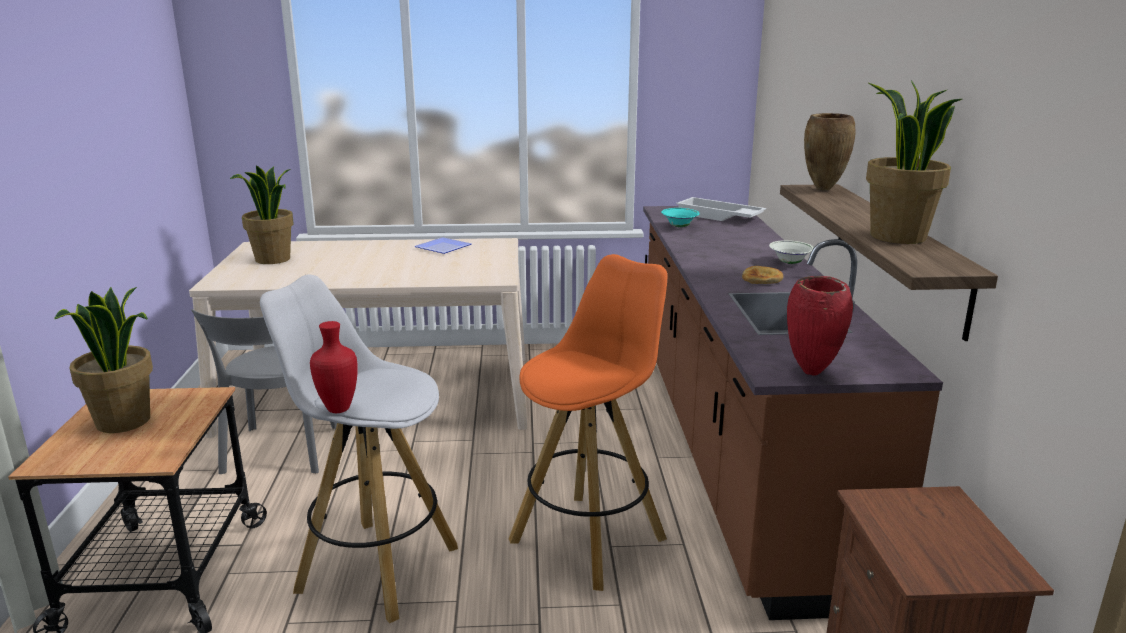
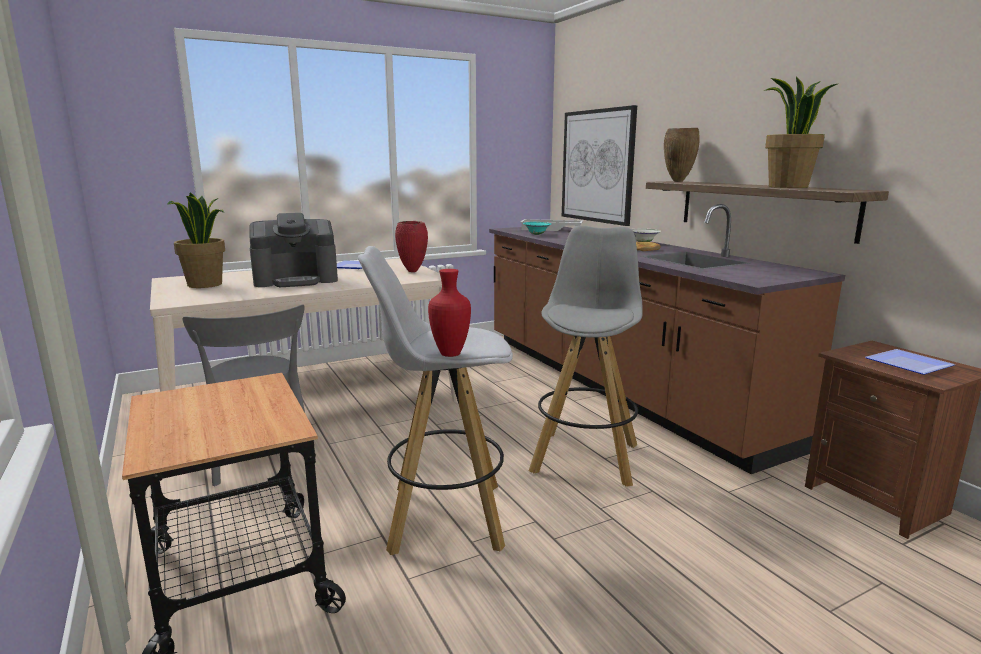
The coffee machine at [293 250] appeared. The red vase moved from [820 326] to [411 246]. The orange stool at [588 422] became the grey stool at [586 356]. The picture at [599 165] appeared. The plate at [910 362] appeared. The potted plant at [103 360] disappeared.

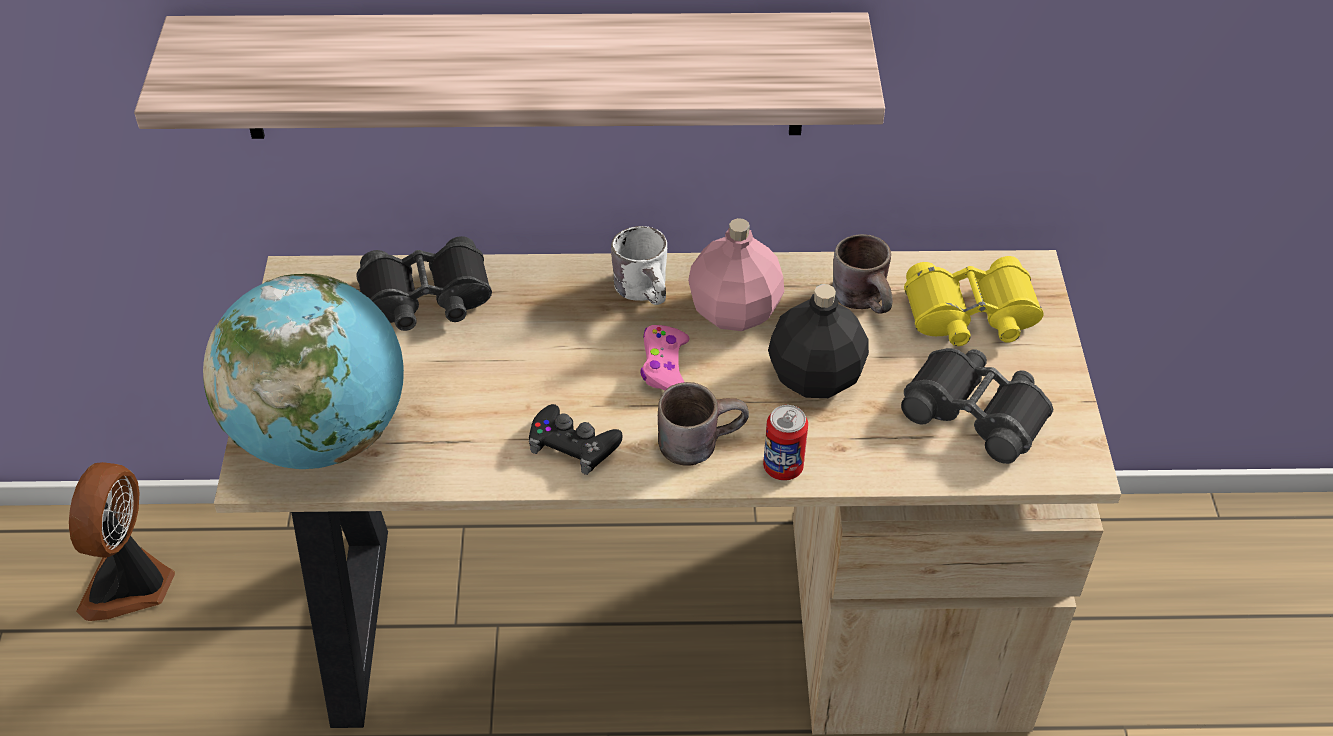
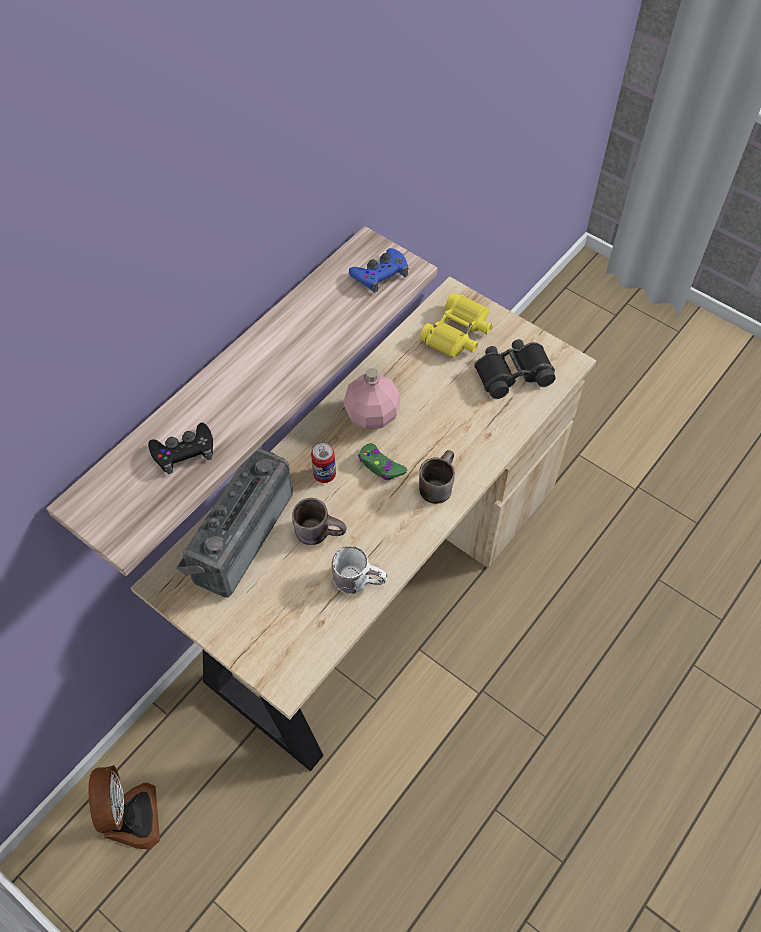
The fan at [122 541] turned 150 degrees counterclockwise. The black game controller moved from [575 439] to [180 448]. The black binoculars at [424 283] was replaced by the radio at [234 523]. The brown mug moved from [862 274] to [319 521]. The can moved from [785 443] to [323 463]. The white mug moved from [639 265] to [359 570]. The blue game controller at [379 270] appeared. The pink game controller at [665 358] became the green game controller at [382 461]. The globe at [303 371] disappeared. The black bottle at [818 341] disappeared.

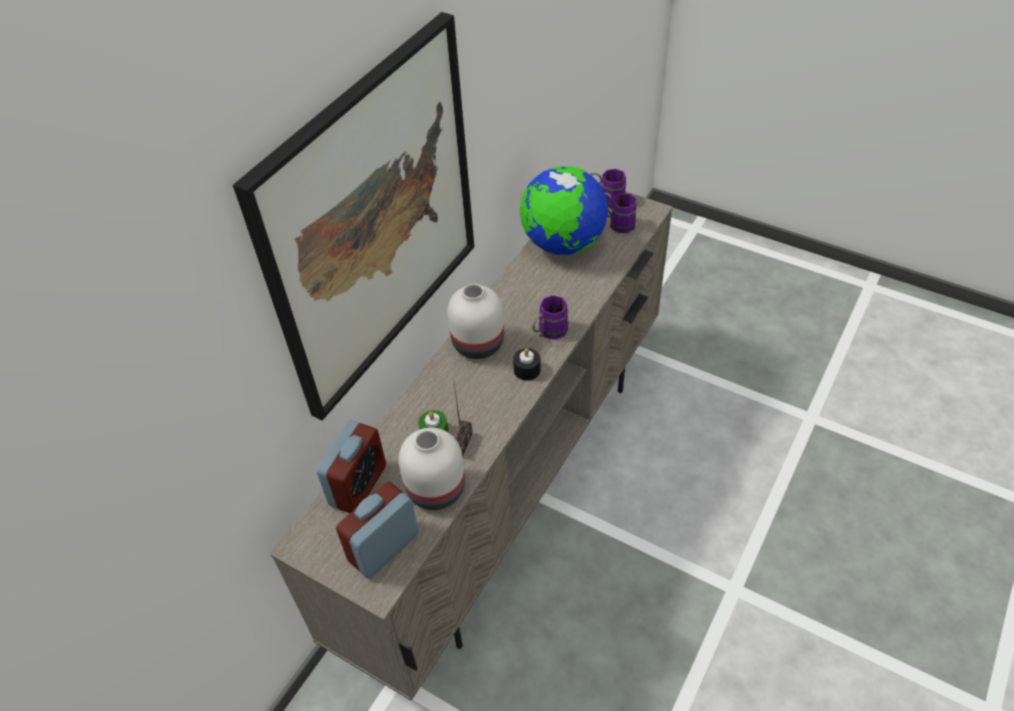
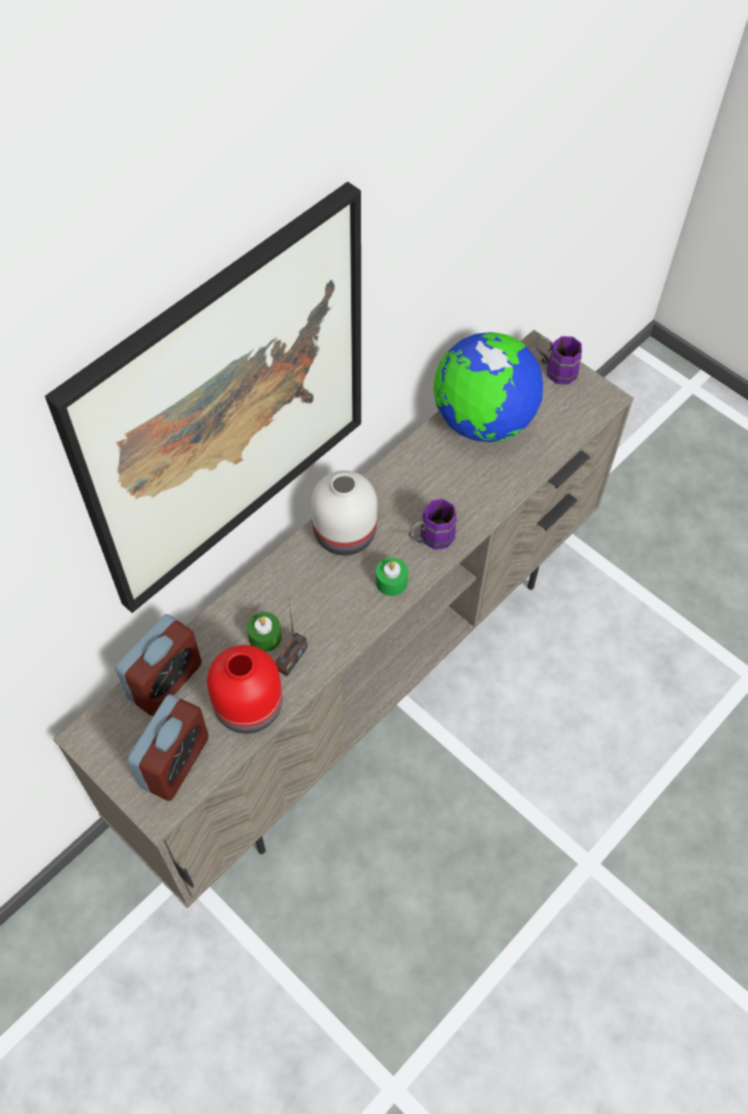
The alarm clock at [377 530] turned 150 degrees clockwise. The white vase at [432 469] became the red vase at [244 689]. The black candle at [527 364] became the green candle at [392 576]. The purple mug at [621 213] disappeared.

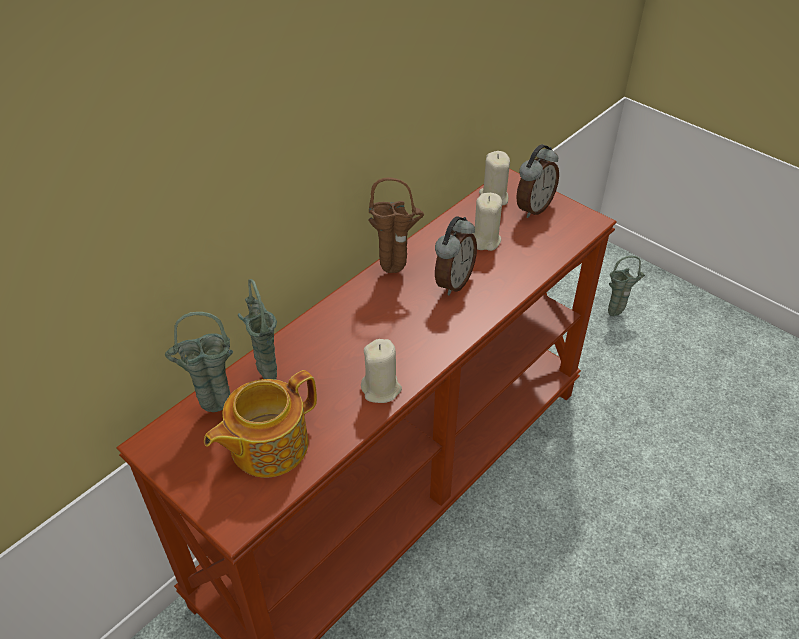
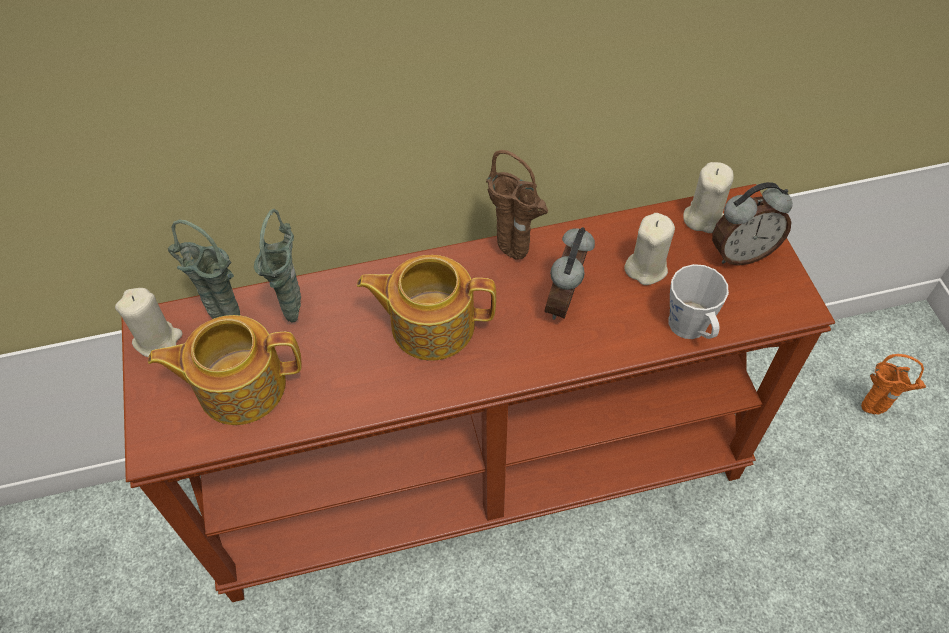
The beige candle moved from [381 371] to [149 322]. The teapot at [426 308] appeared. The alarm clock at [456 256] turned 135 degrees clockwise. The grey mug at [698 301] appeared. The green vase at [626 286] became the orange vase at [893 384].

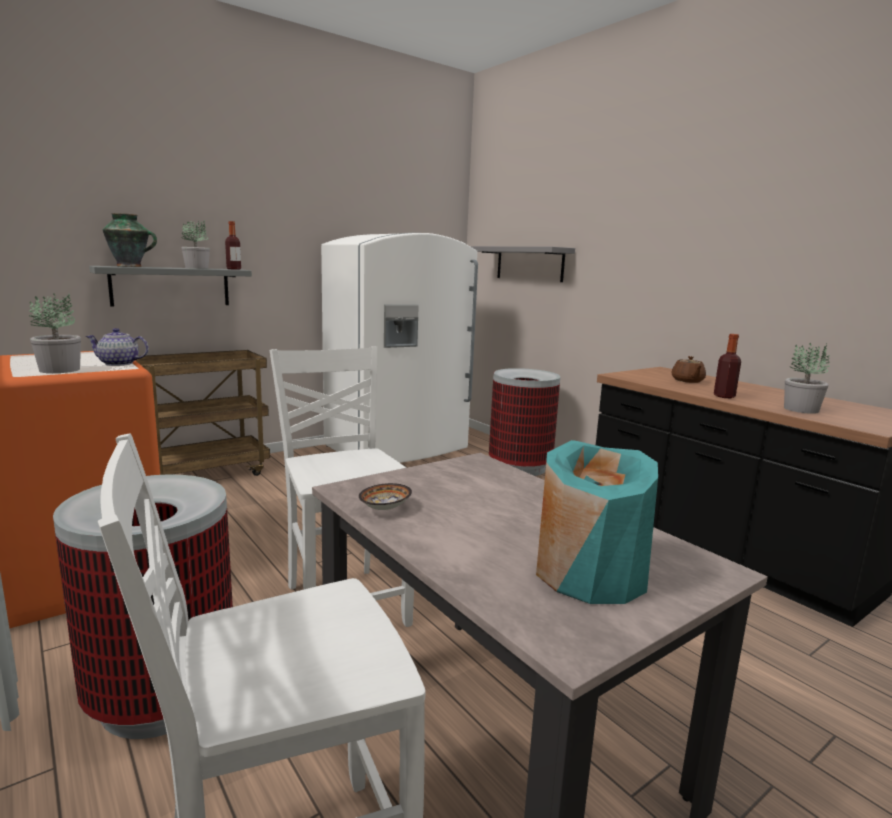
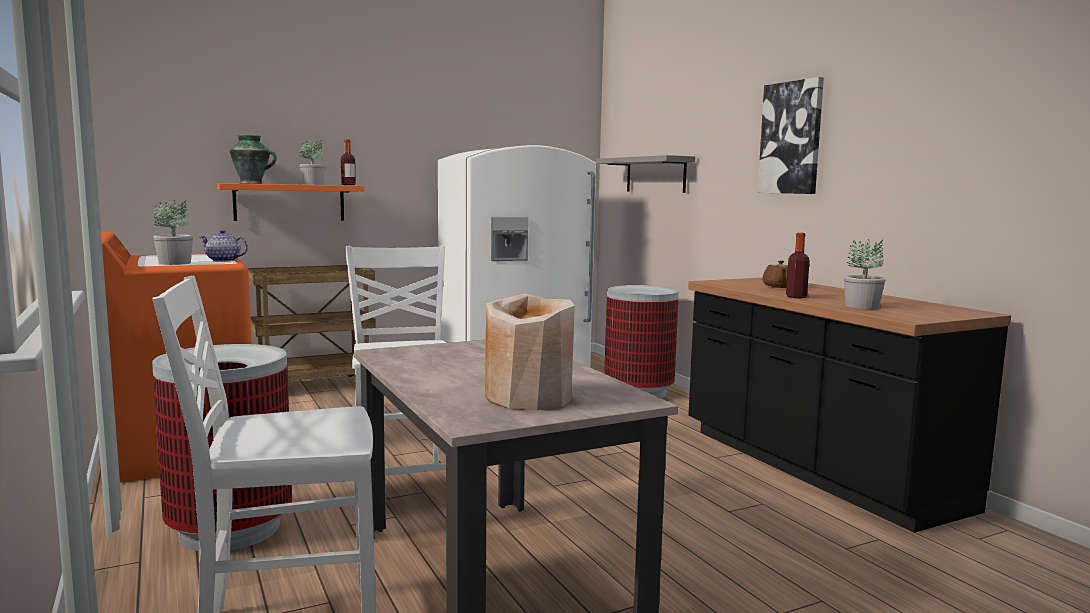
The grey shelf at [170 286] became the orange shelf at [290 202]. The turquoise vase at [597 522] became the beige vase at [530 351]. The picture at [791 135] appeared. The bowl at [385 496] disappeared.

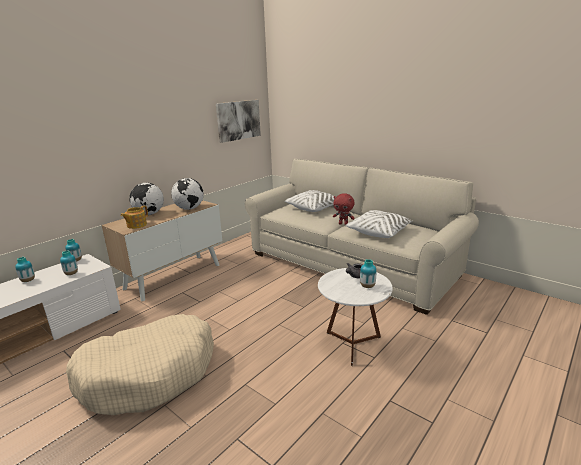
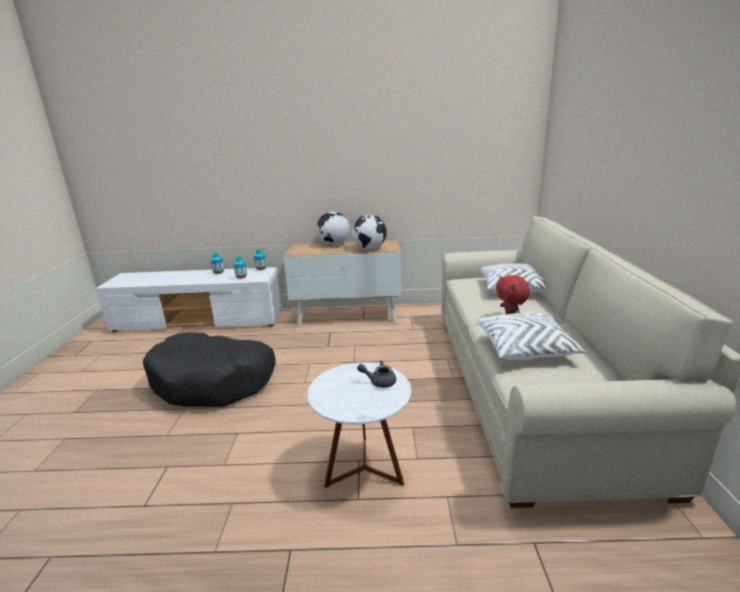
The beige dog bed at [140 364] became the black dog bed at [209 369]. The teapot at [134 217] disappeared. The picture at [238 121] disappeared. The vase at [368 273] disappeared.

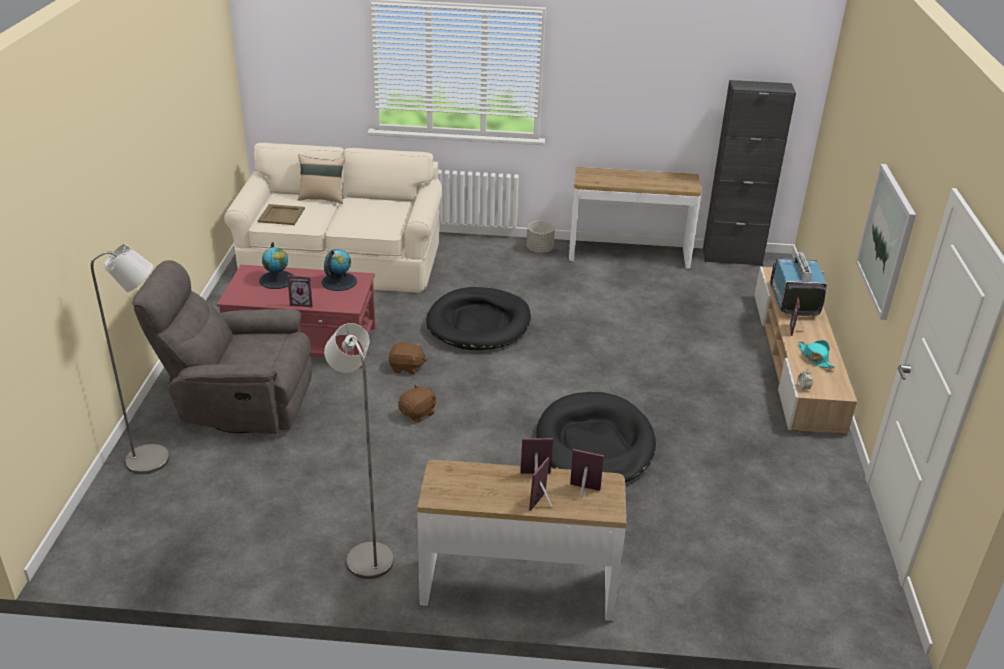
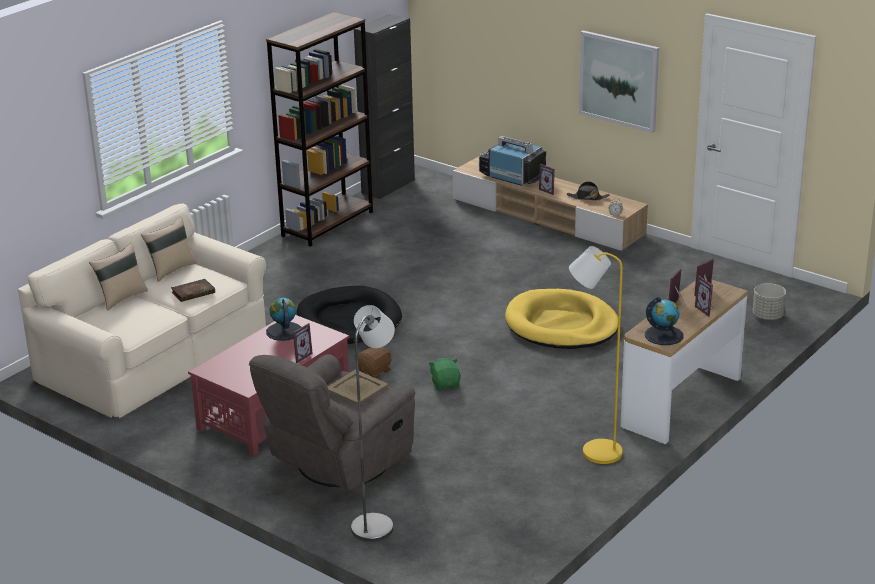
The beige pillow at [169 249] appeared. The book at [193 290] appeared. The console table at [635 218] was replaced by the brown bookcase at [319 129]. The beige tray moved from [281 214] to [358 387]. The brown plush toy at [417 403] became the green plush toy at [444 374]. The black dog bed at [596 437] became the yellow dog bed at [561 319]. The turquoise hat at [817 354] became the black hat at [588 190]. The grey floor lamp at [359 451] became the yellow floor lamp at [596 355]. The globe moved from [276 265] to [664 321]. The grey planter moved from [541 237] to [769 301].

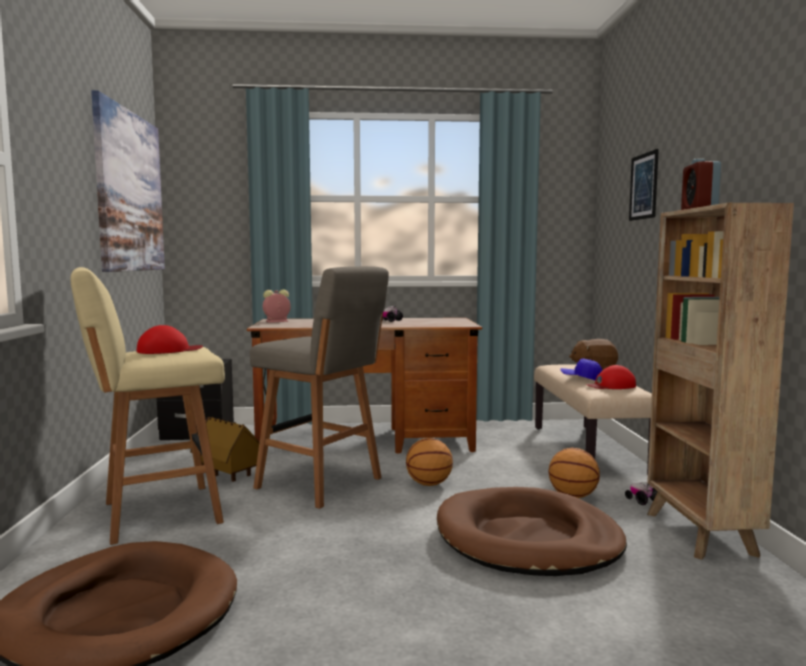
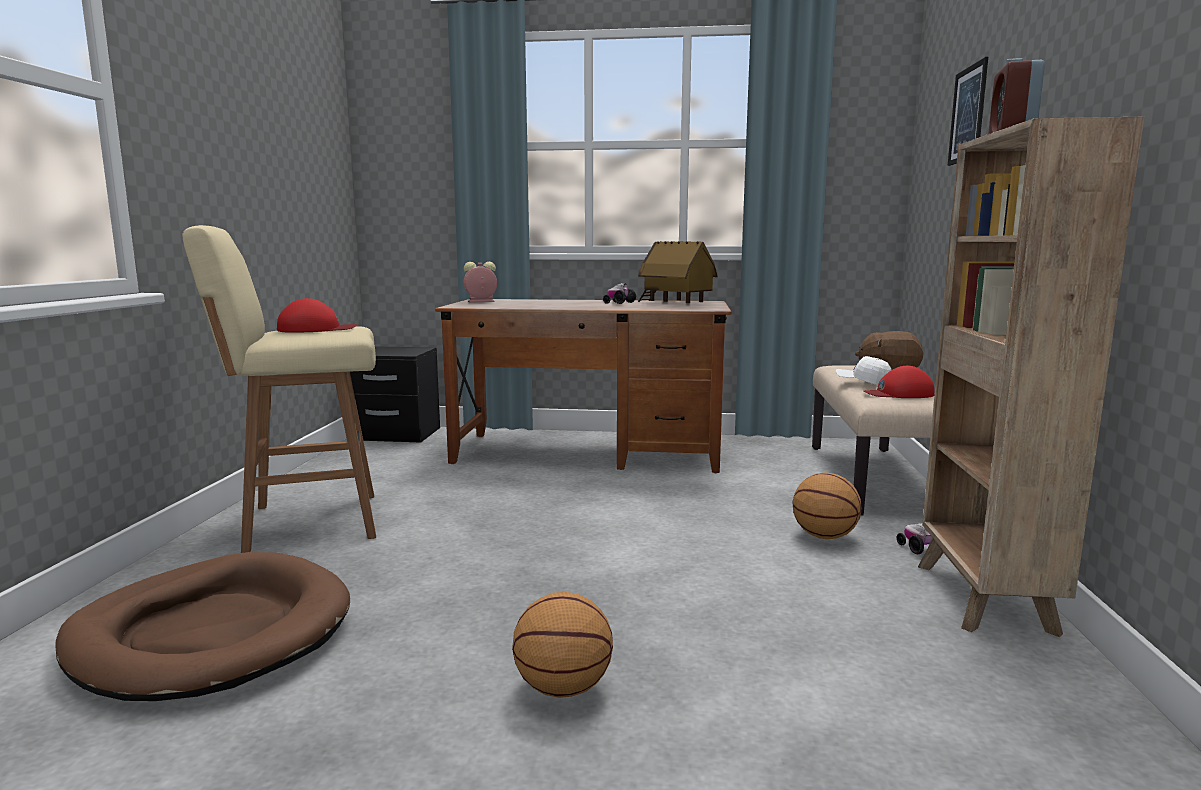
The basketball moved from [429 462] to [562 645]. The toy house moved from [224 449] to [678 272]. The blue cap at [581 369] became the white cap at [864 370]. The picture at [128 181] disappeared. The grey stool at [319 387] disappeared. The brown dog bed at [532 531] disappeared.

